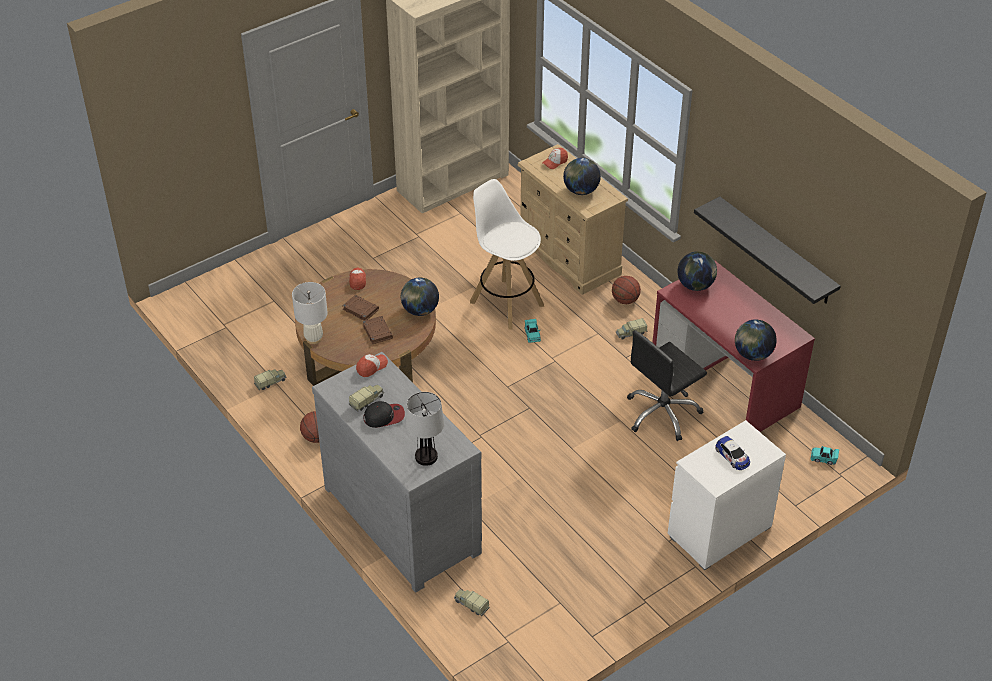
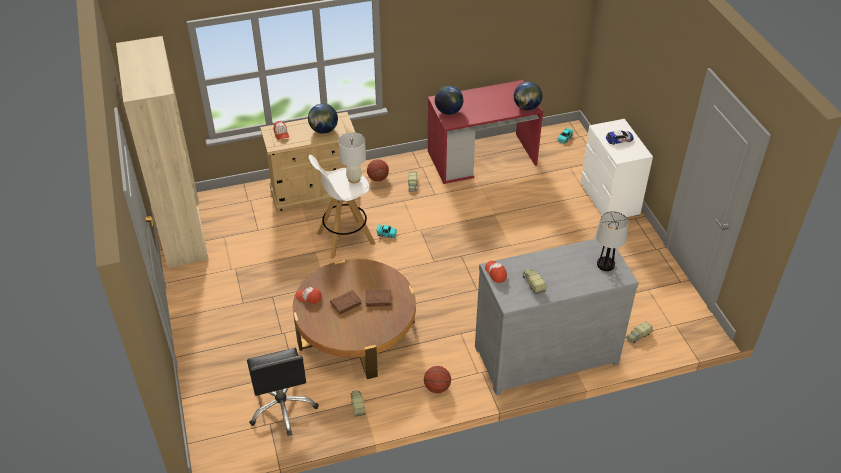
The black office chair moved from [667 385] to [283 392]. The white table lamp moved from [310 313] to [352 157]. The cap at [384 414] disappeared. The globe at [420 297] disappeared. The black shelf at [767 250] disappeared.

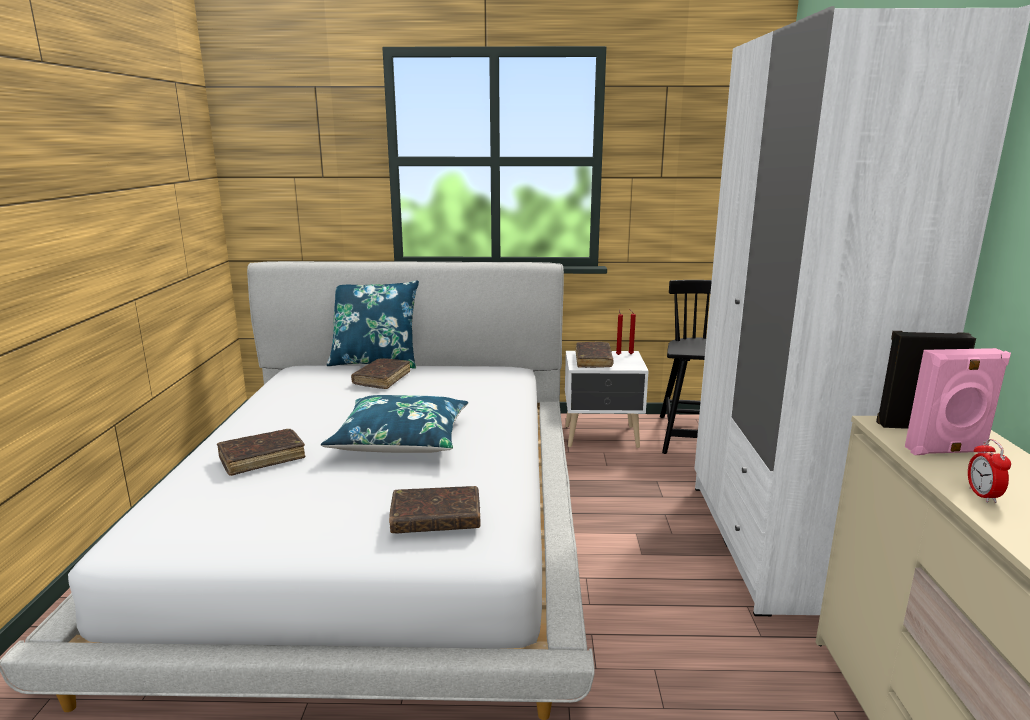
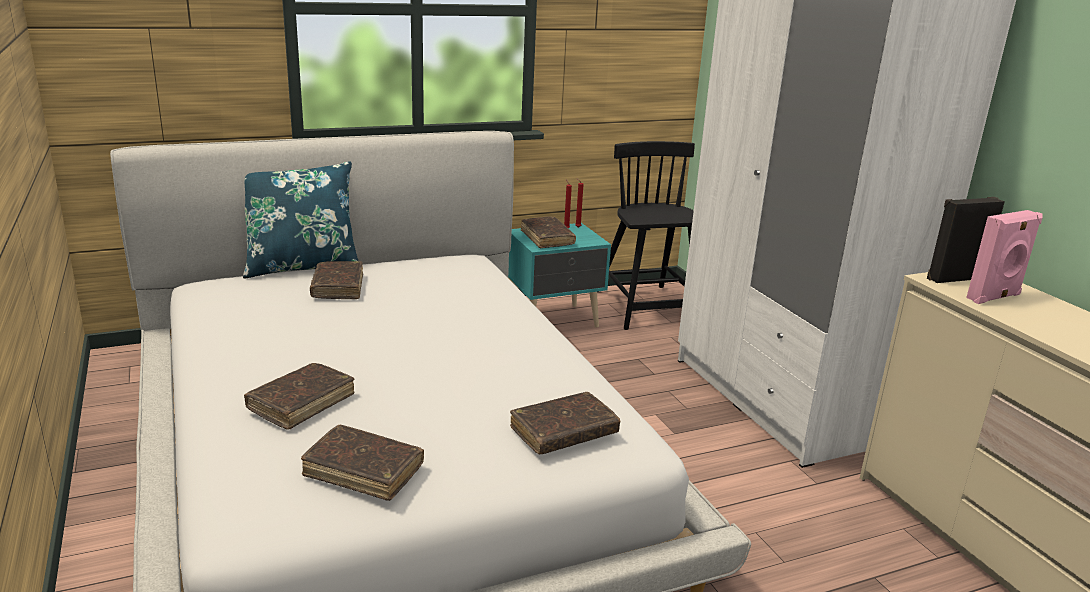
The brown book at [362 463] appeared. The white nightstand at [607 399] became the turquoise nightstand at [559 275]. The blue pillow at [395 424] disappeared. The alarm clock at [989 471] disappeared.

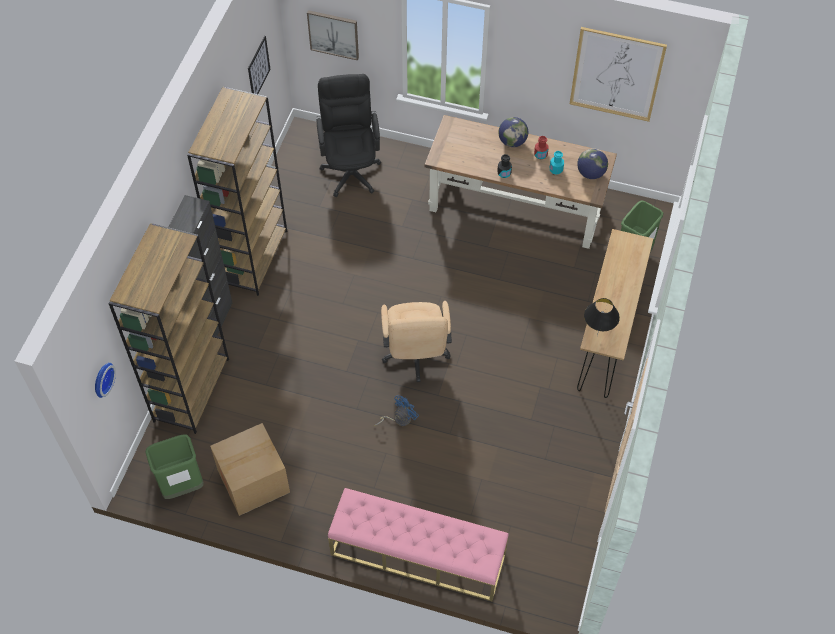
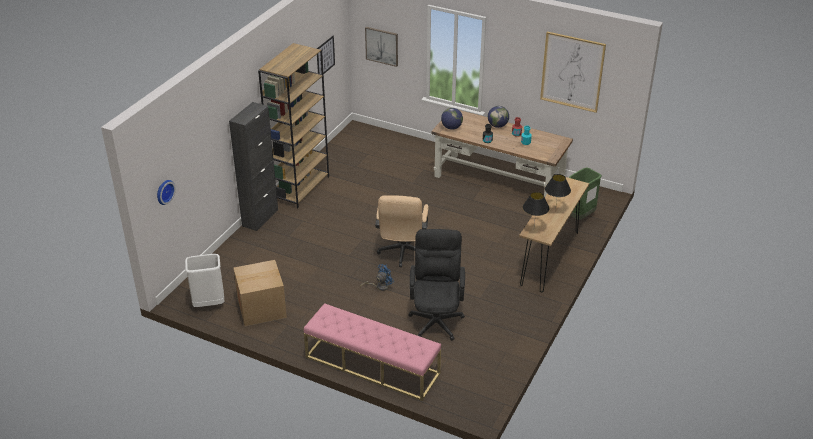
The green trash can at [174 467] became the white trash can at [204 280]. The black office chair moved from [348 135] to [436 284]. The globe moved from [592 164] to [452 119]. The black table lamp at [558 193] appeared. The brown bookcase at [168 328] disappeared.

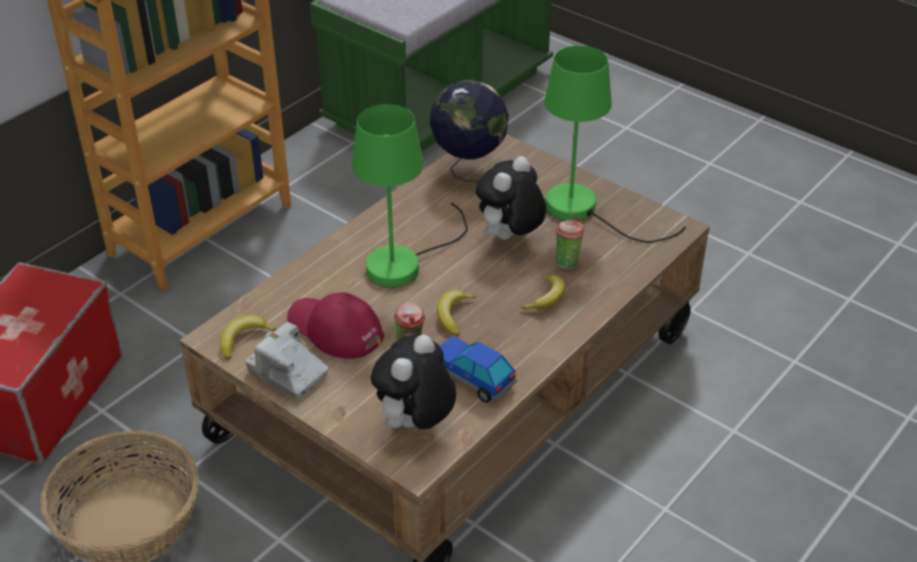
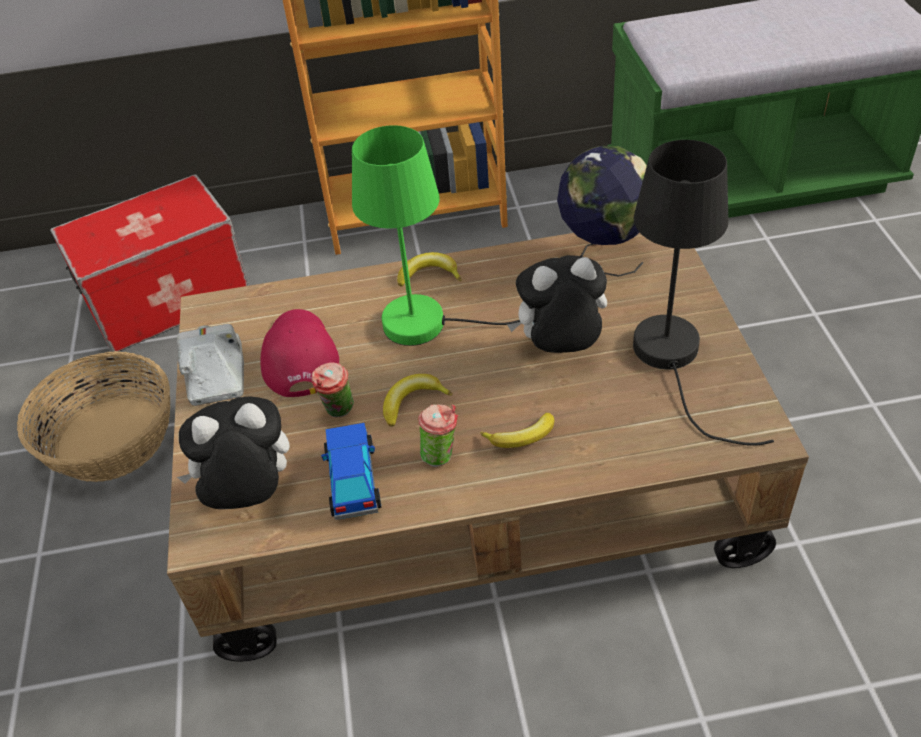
The banana moved from [248 337] to [429 269]. The cup moved from [569 242] to [438 435]. The green table lamp at [615 144] became the black table lamp at [703 293].

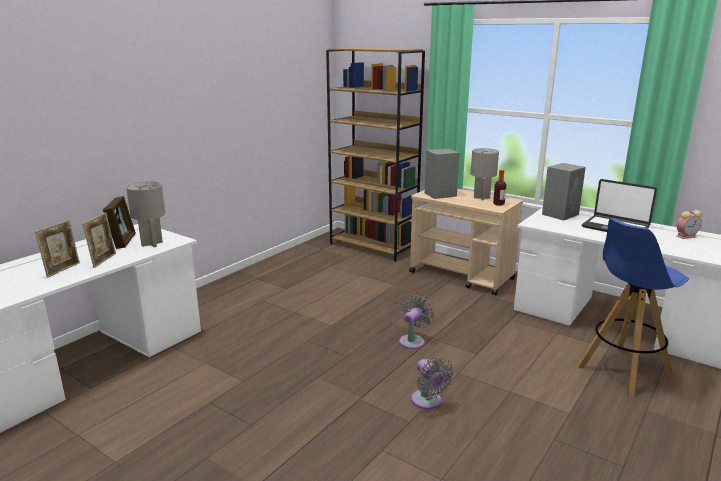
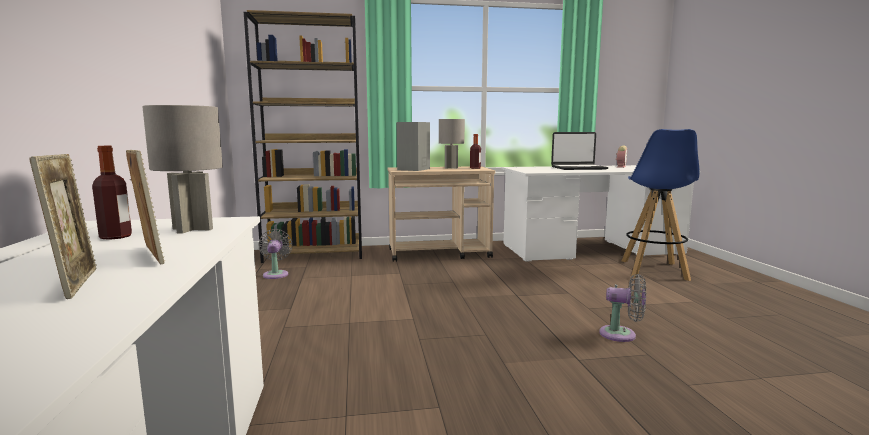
The picture frame at [119 222] was replaced by the bottle at [112 193]. The grey fan moved from [416 322] to [275 254]. The grey speaker at [564 191] disappeared.

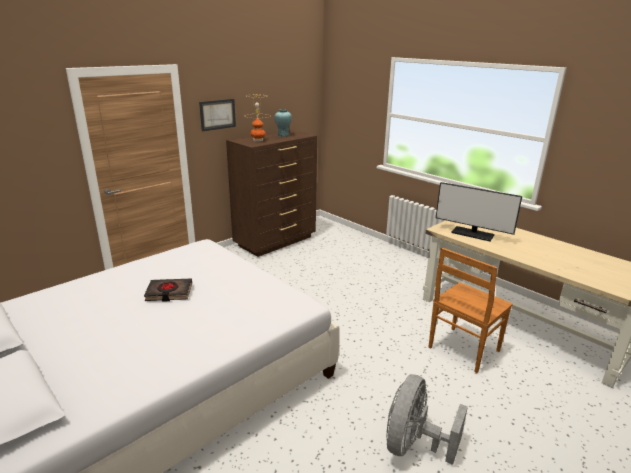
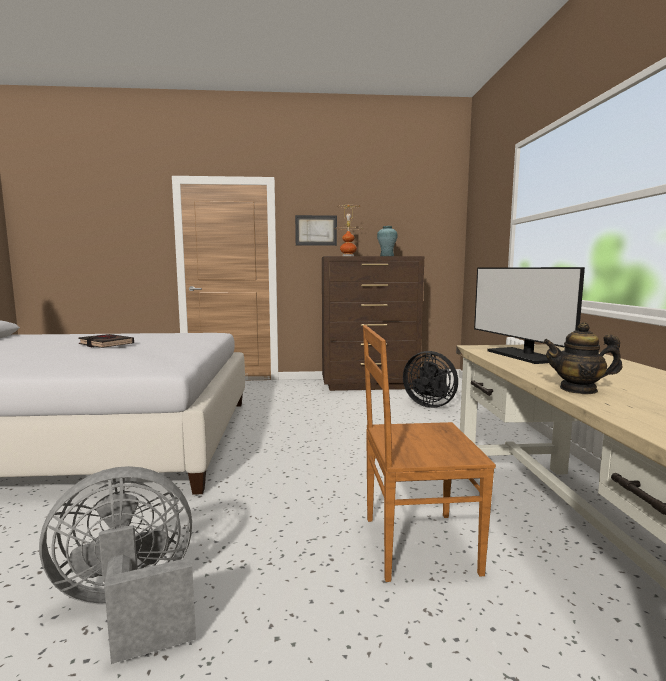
The black fan at [430 379] appeared. The teapot at [582 358] appeared.

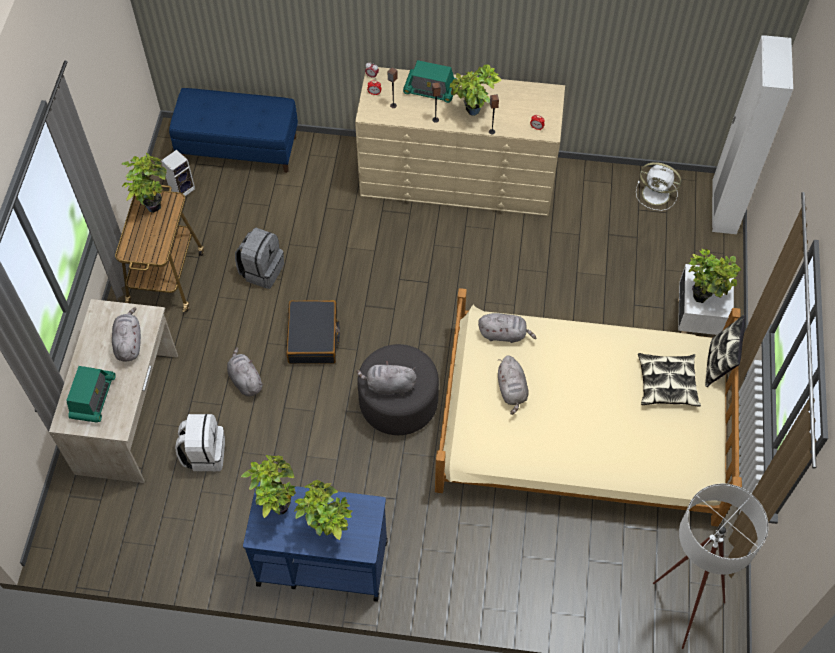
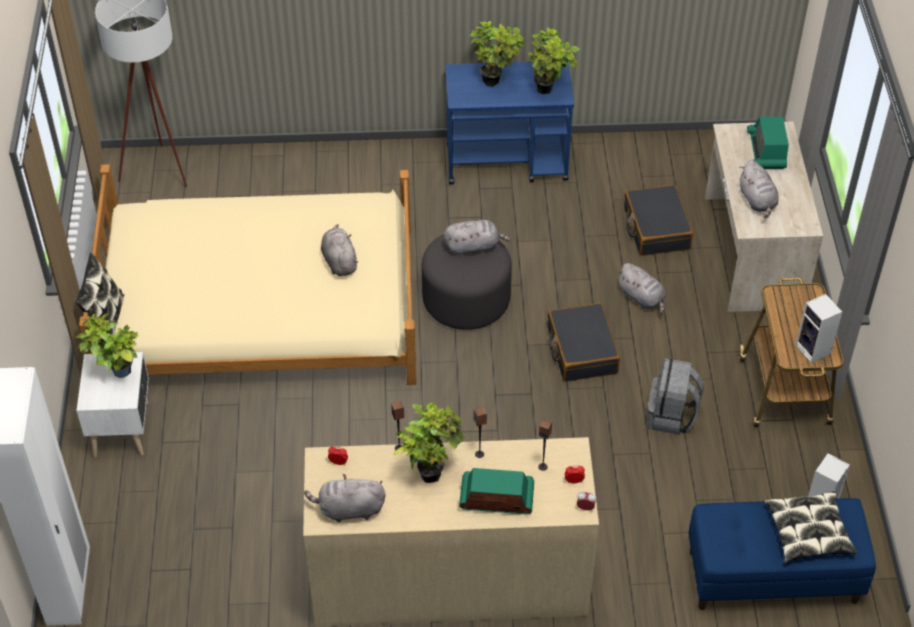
The grey plush toy moved from [507 328] to [345 498]. The white backpack at [200 442] was replaced by the black suitcase at [658 220]. The pillow moved from [669 380] to [810 527]. The potted plant at [144 183] was replaced by the speaker at [818 328]. The white fan at [658 186] disappeared.

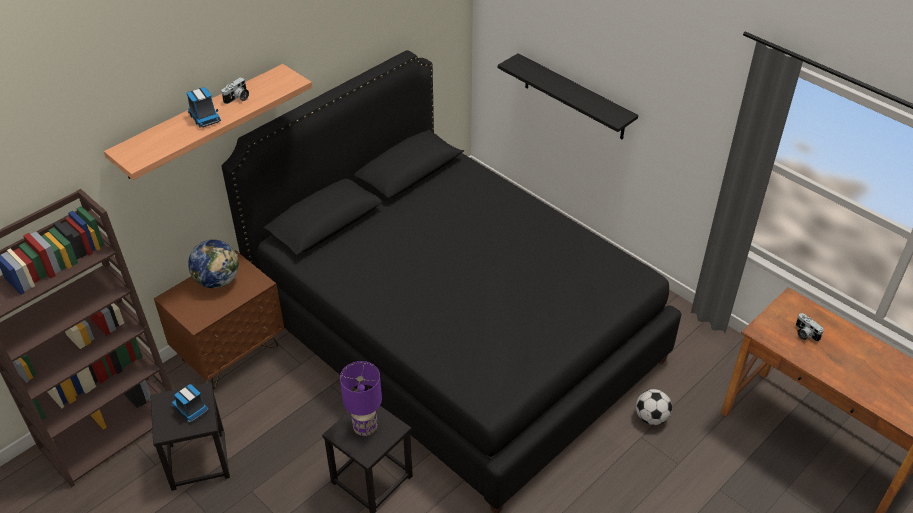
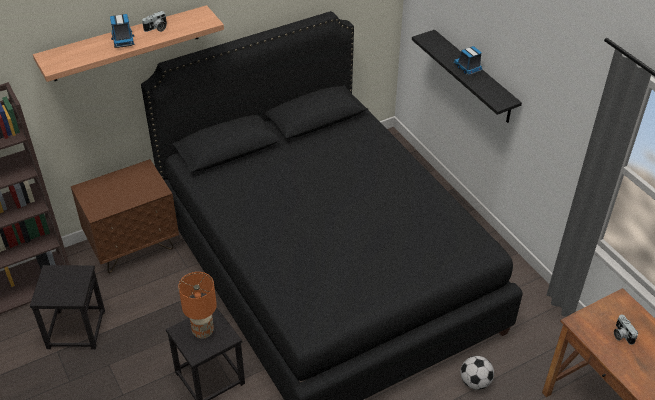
The purple table lamp at [361 398] became the orange table lamp at [197 305]. The toy truck moved from [190 403] to [468 61]. The globe at [213 264] disappeared.

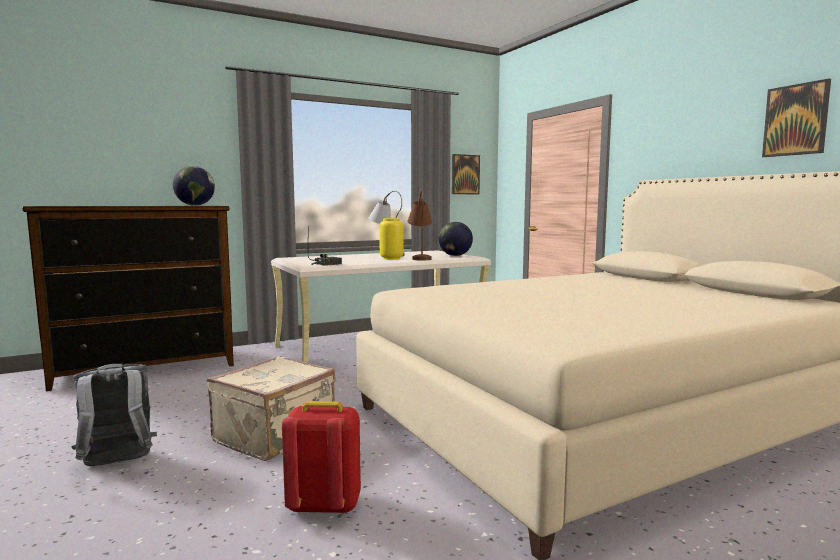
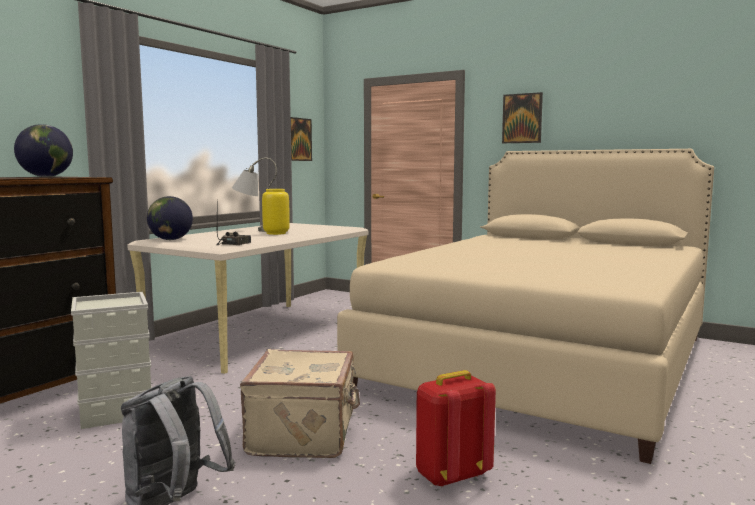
The grey storage box at [111 360] appeared. The globe moved from [456 239] to [170 218]. The picture moved from [796 118] to [522 117]. The brown table lamp at [419 225] disappeared.

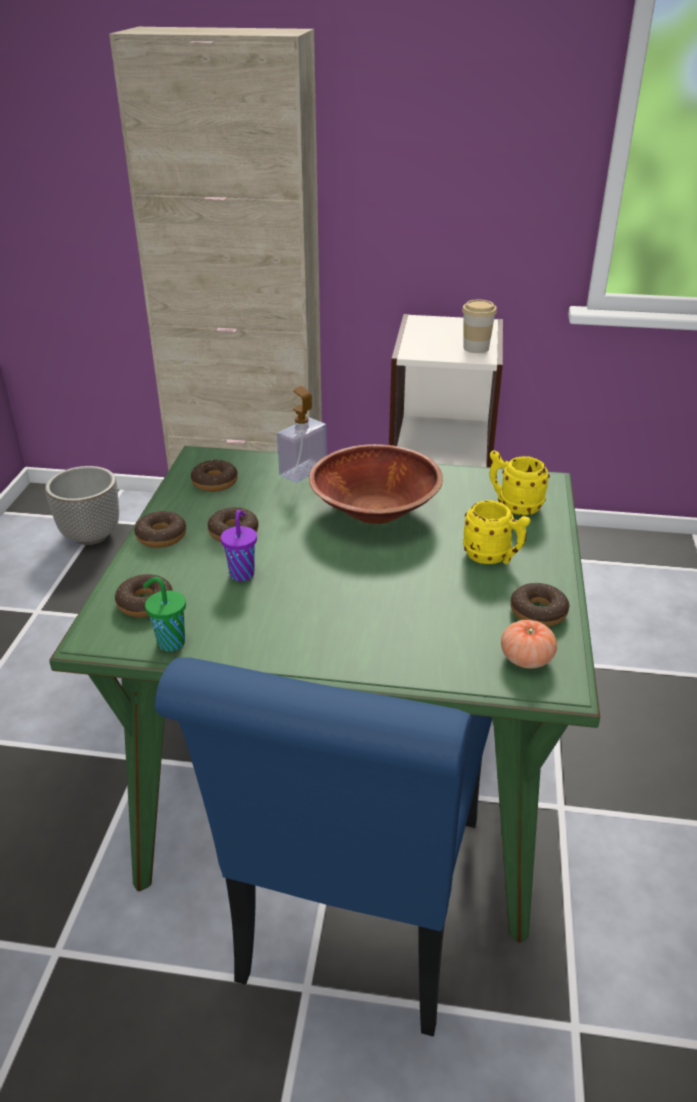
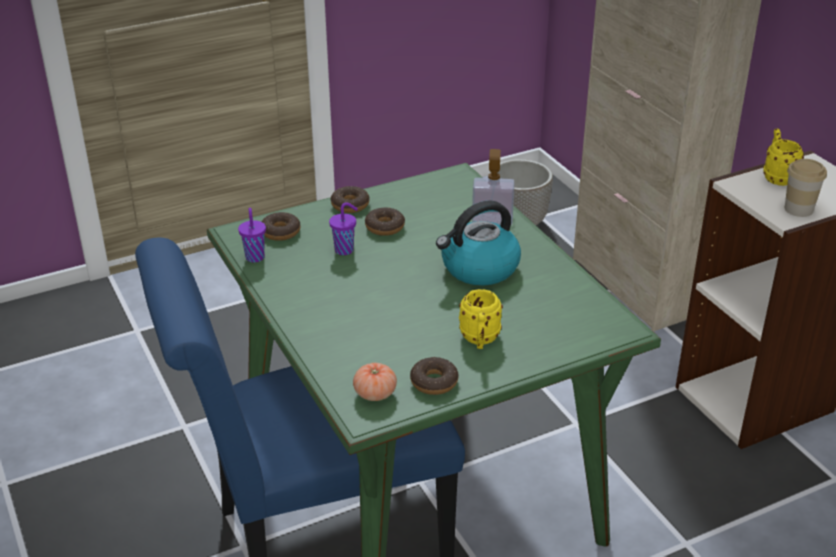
The green cup at [164 614] became the purple cup at [252 235]. The brown bowl at [376 484] was replaced by the kettle at [478 243]. The yellow mug moved from [520 483] to [783 157]. The donut at [214 476] disappeared.

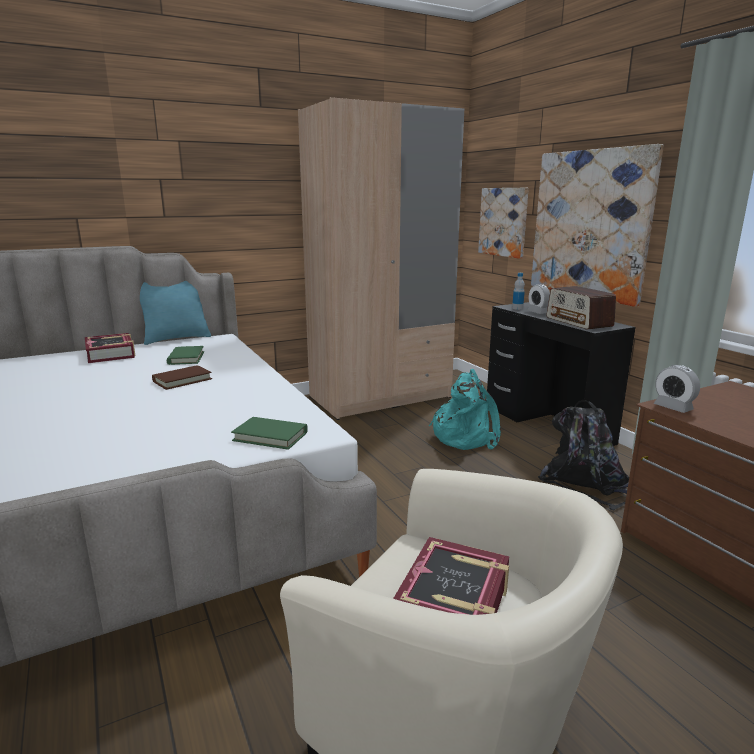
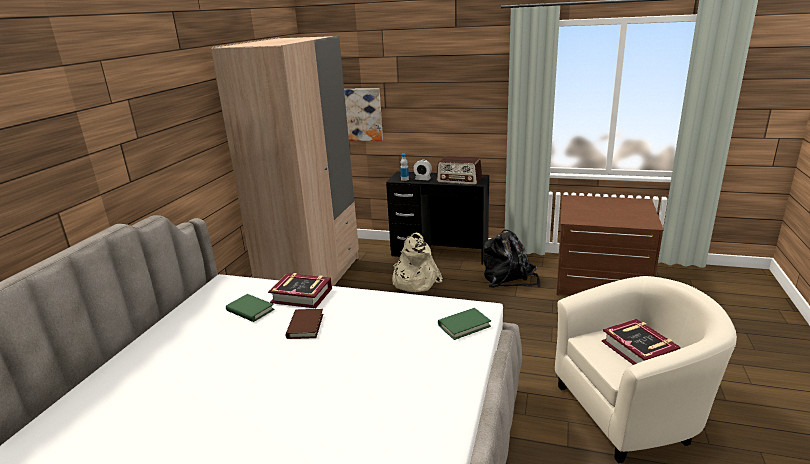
The book moved from [110 348] to [300 290]. The turquoise backpack at [465 409] became the beige backpack at [417 262]. The turquoise pillow at [175 313] disappeared. The picture at [597 225] disappeared. The alarm clock at [677 389] disappeared.

